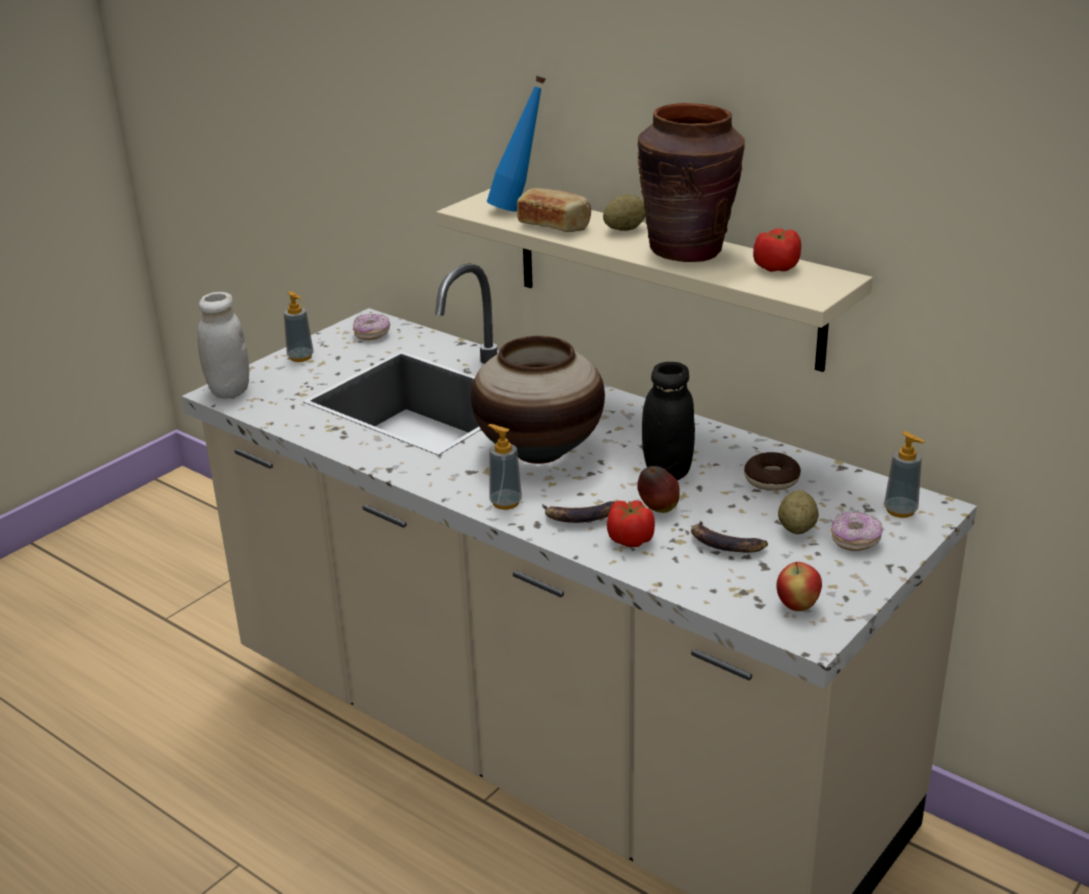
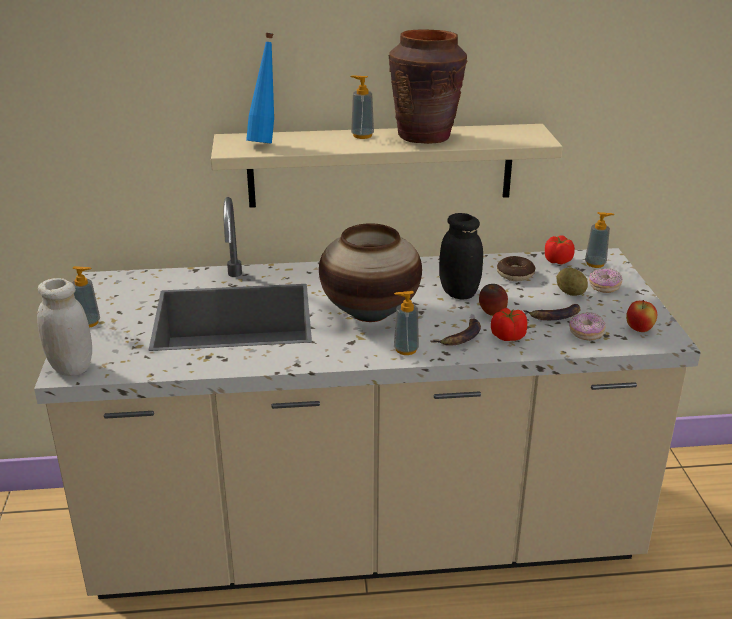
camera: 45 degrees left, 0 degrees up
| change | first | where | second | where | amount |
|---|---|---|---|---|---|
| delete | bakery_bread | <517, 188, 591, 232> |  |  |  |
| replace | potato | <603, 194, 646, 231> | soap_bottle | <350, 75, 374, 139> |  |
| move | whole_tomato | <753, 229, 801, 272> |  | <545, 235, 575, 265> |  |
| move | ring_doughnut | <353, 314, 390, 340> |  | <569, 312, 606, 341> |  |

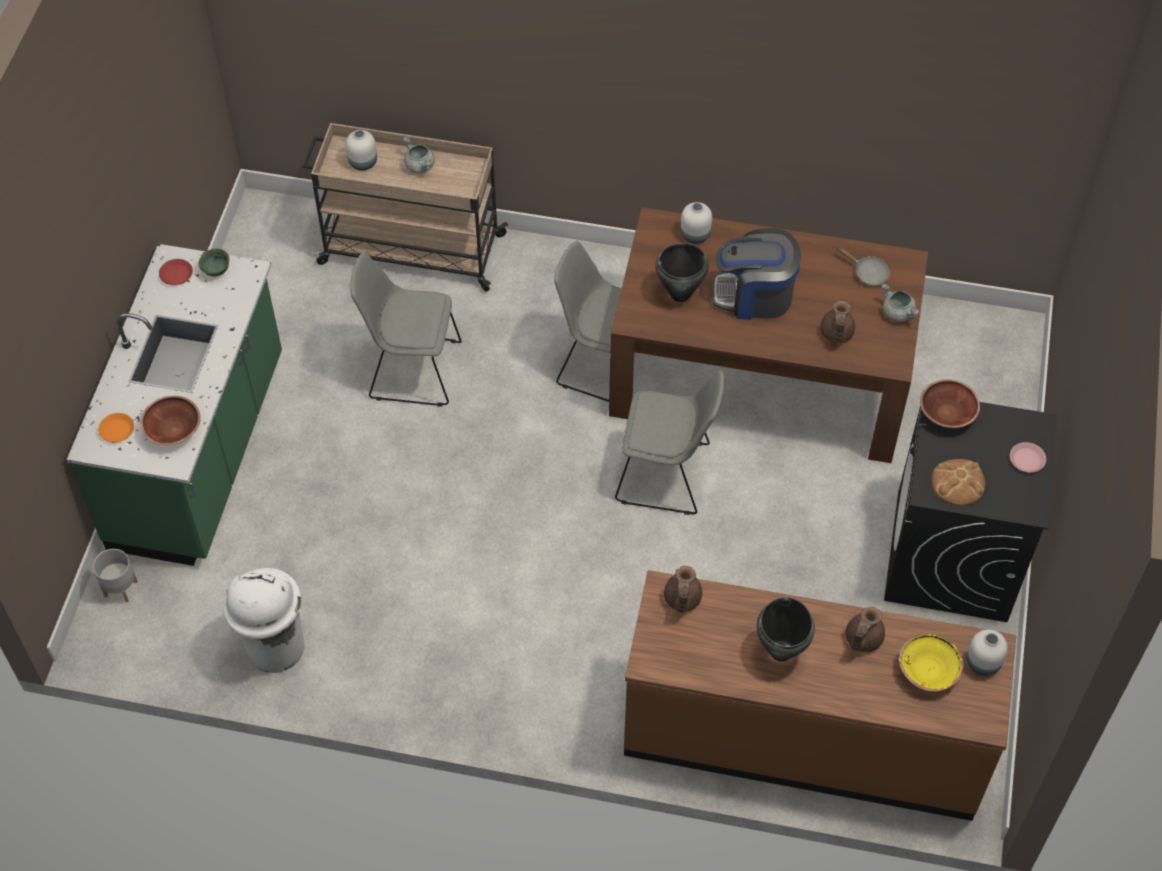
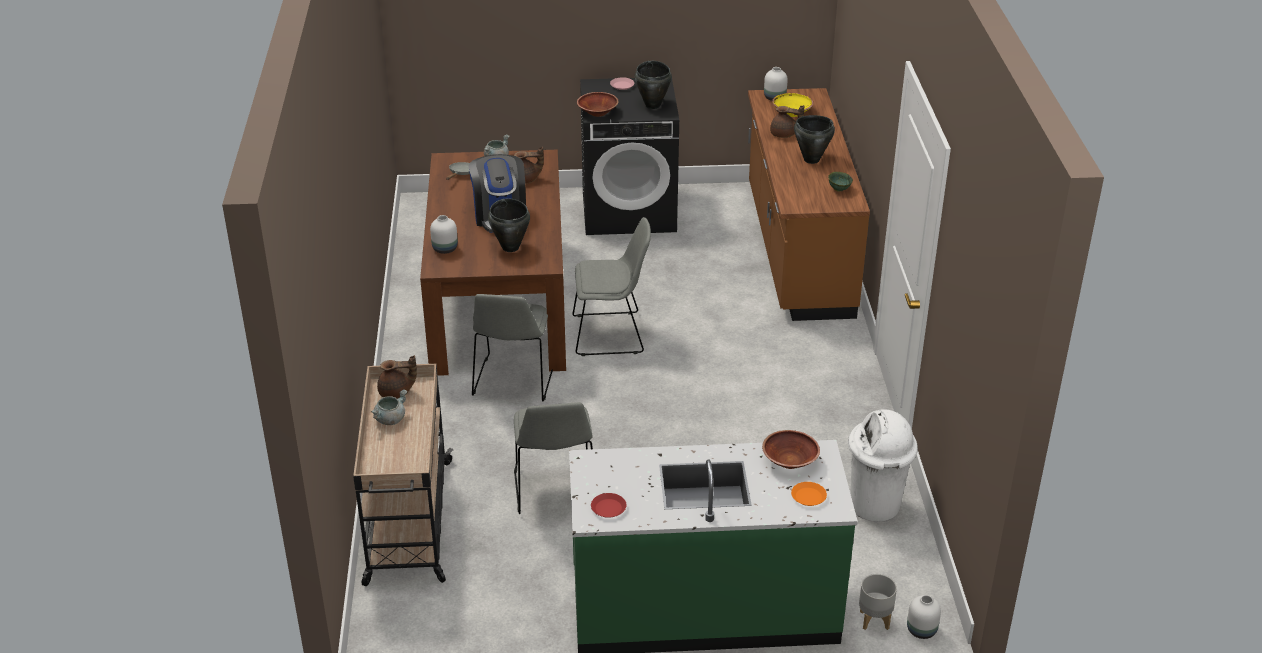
camera: 105 degrees left, 20 degrees down
| change | first | where | second | where | amount |
|---|---|---|---|---|---|
| move | white_flower_vase | <346, 130, 377, 171> |  | <907, 595, 941, 639> |  |
| move | green_serving_bowl | <199, 248, 229, 276> |  | <828, 172, 853, 192> |  |
| rotate | gray_chair | <615, 370, 724, 515> |  | <572, 217, 651, 356> | 90 degrees clockwise |
| replace | bakery_bread | <931, 459, 985, 505> | black-coloured_saucepot | <635, 61, 672, 109> |  |
| move | brownish_teapot | <664, 566, 702, 613> |  | <377, 355, 417, 399> |  |

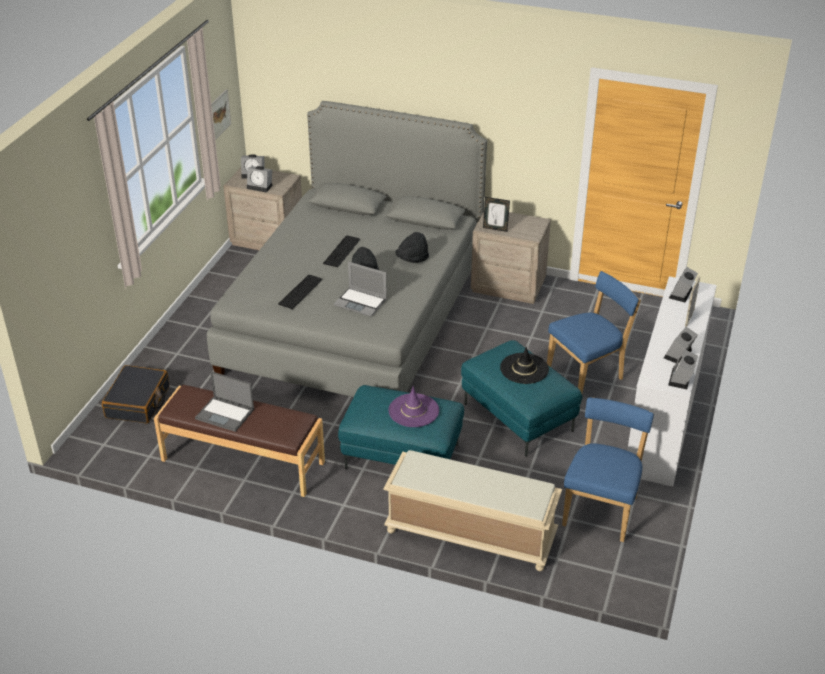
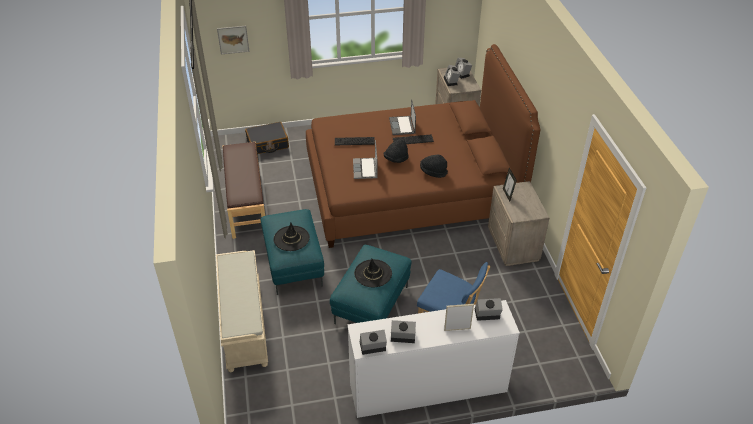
camera: 60 degrees right, 5 degrees up
| change | first | where | second | where | amount |
|---|---|---|---|---|---|
| move | picture | <211, 89, 231, 140> |  | <217, 26, 250, 54> |  |
| recolor | gray_bedroom_bed | <207, 101, 487, 397> | brownish_bedroom_bed | <306, 44, 540, 248> |  |
| move | notebook_computer | <195, 371, 254, 432> |  | <389, 99, 416, 135> |  |
| recolor | purple-coloured_wearable_hat | <389, 386, 439, 427> | black-coloured_wearable_hat | <273, 222, 310, 251> |  |
| delete | blue_chair | <562, 397, 654, 542> |  |  |  |

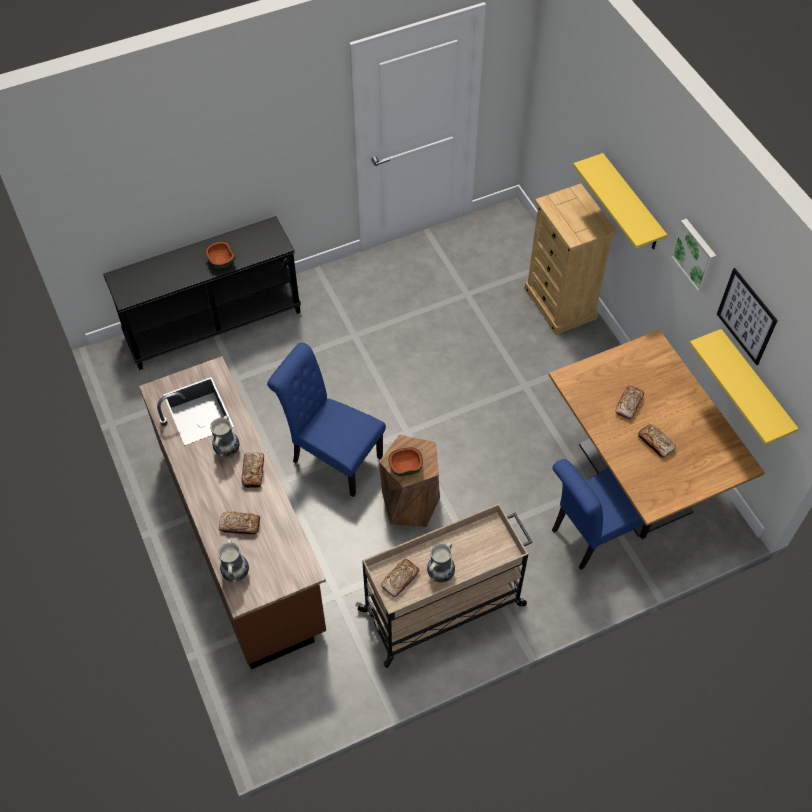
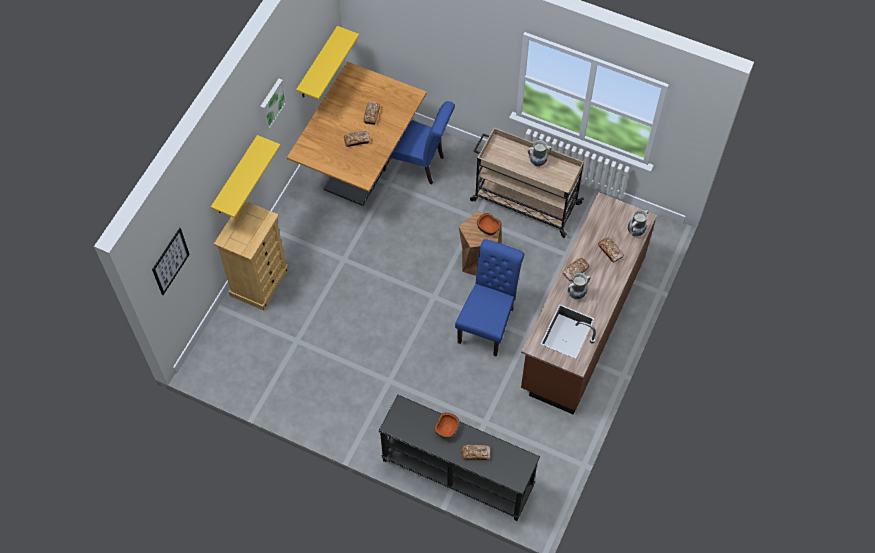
camera: 130 degrees left, 5 degrees up
| change | first | where | second | where | amount |
|---|---|---|---|---|---|
| move | picture | <717, 268, 778, 365> |  | <152, 228, 190, 295> |  |
| rotate | blue_chair | <267, 343, 386, 497> |  | <455, 239, 524, 357> | 150 degrees counterclockwise |
| move | bakery_bread | <381, 559, 419, 597> |  | <462, 445, 490, 460> |  |

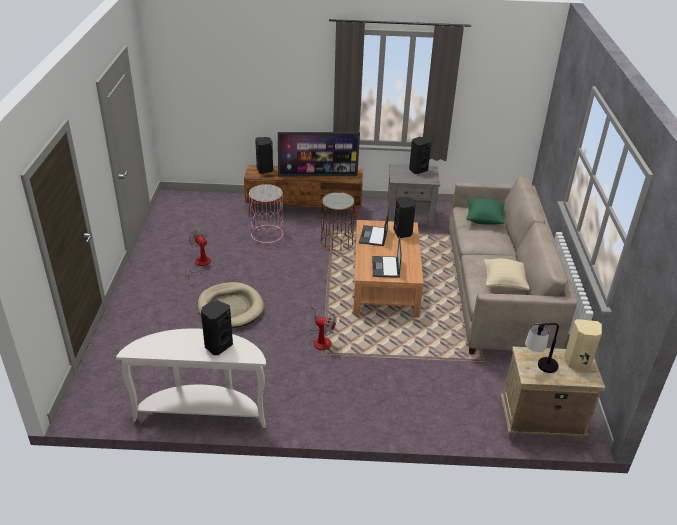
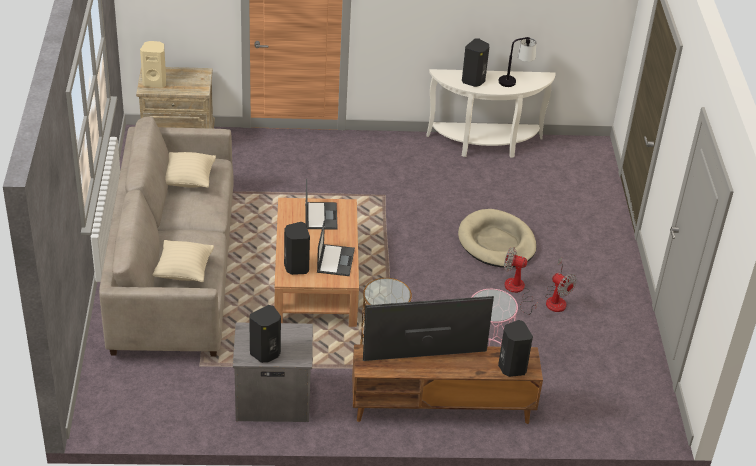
camera: 175 degrees right, 5 degrees up
| change | first | where | second | where | amount |
|---|---|---|---|---|---|
| recolor | green_cushion | <466, 198, 505, 225> | beige-coloured_cushion | <152, 240, 214, 282> |  |
| move | electric_fan | <309, 304, 336, 350> |  | <504, 247, 538, 315> |  |
| move | table_lamp | <525, 323, 559, 373> |  | <498, 37, 536, 87> |  |

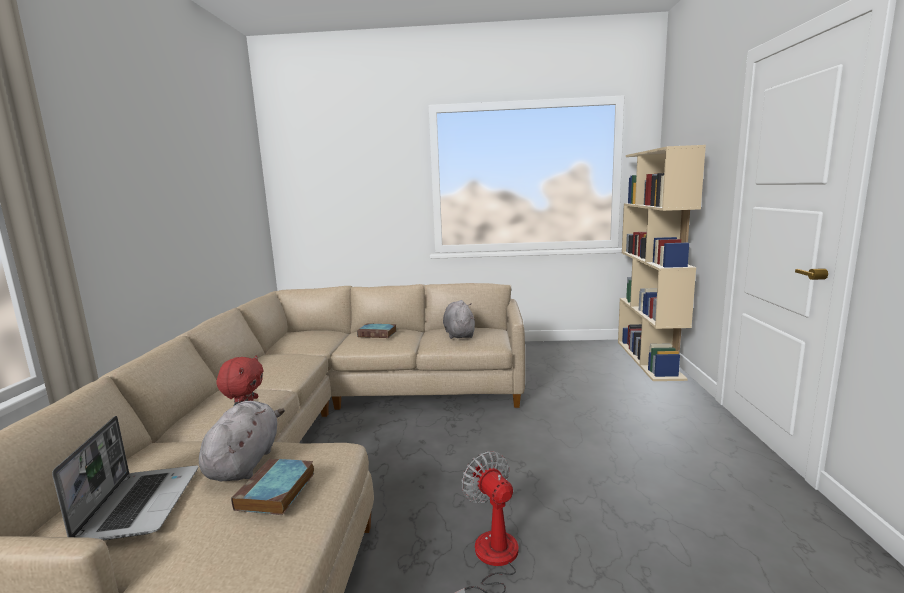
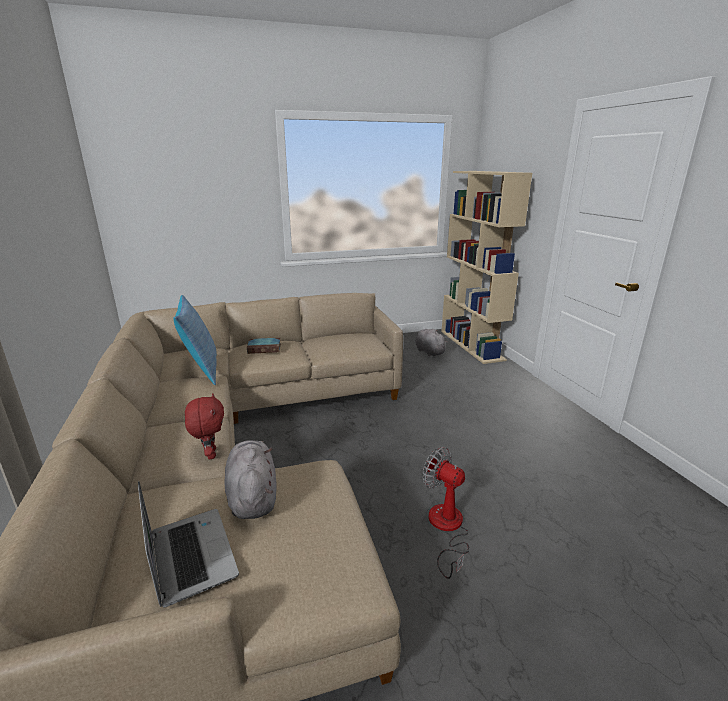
camera: 20 degrees left, 10 degrees up
| change | first | where | second | where | amount |
|---|---|---|---|---|---|
| move | gray_soft_toy | <443, 300, 475, 339> |  | <415, 329, 448, 356> |  |
| delete | book | <231, 458, 315, 515> |  |  |  |
| insert |  |  | cushion | <173, 295, 217, 385> |  |

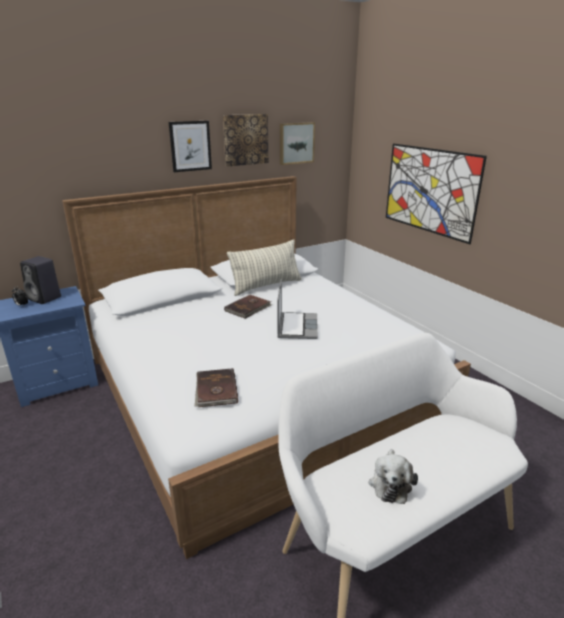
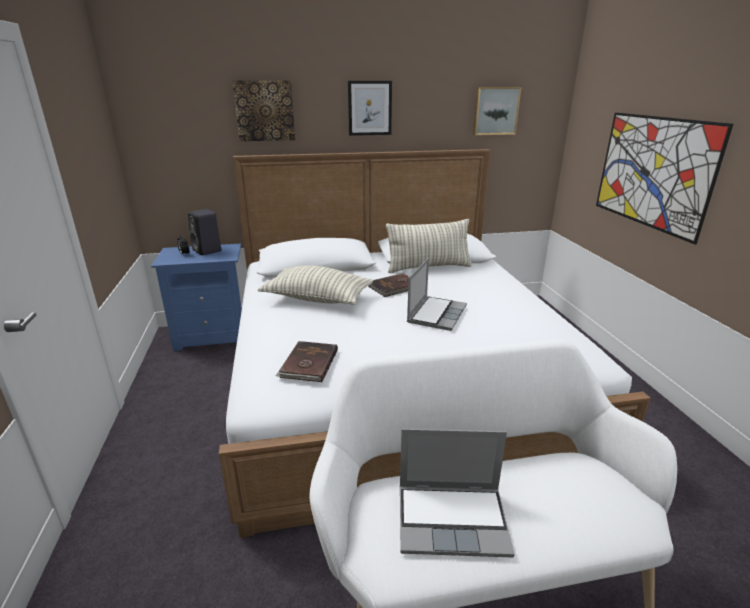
camera: 20 degrees right, 0 degrees up
| change | first | where | second | where | amount |
|---|---|---|---|---|---|
| move | picture | <223, 114, 268, 166> |  | <233, 80, 295, 141> |  |
| replace | soft_toy | <369, 449, 418, 504> | notebook_computer | <400, 429, 515, 558> |  |
| insert |  |  | cushion | <258, 265, 373, 305> |  |

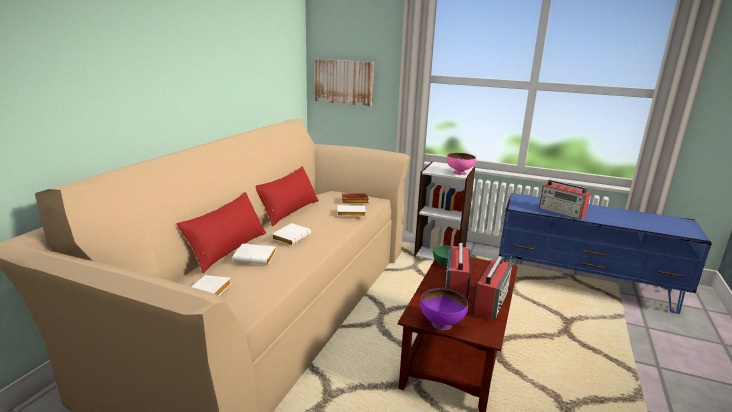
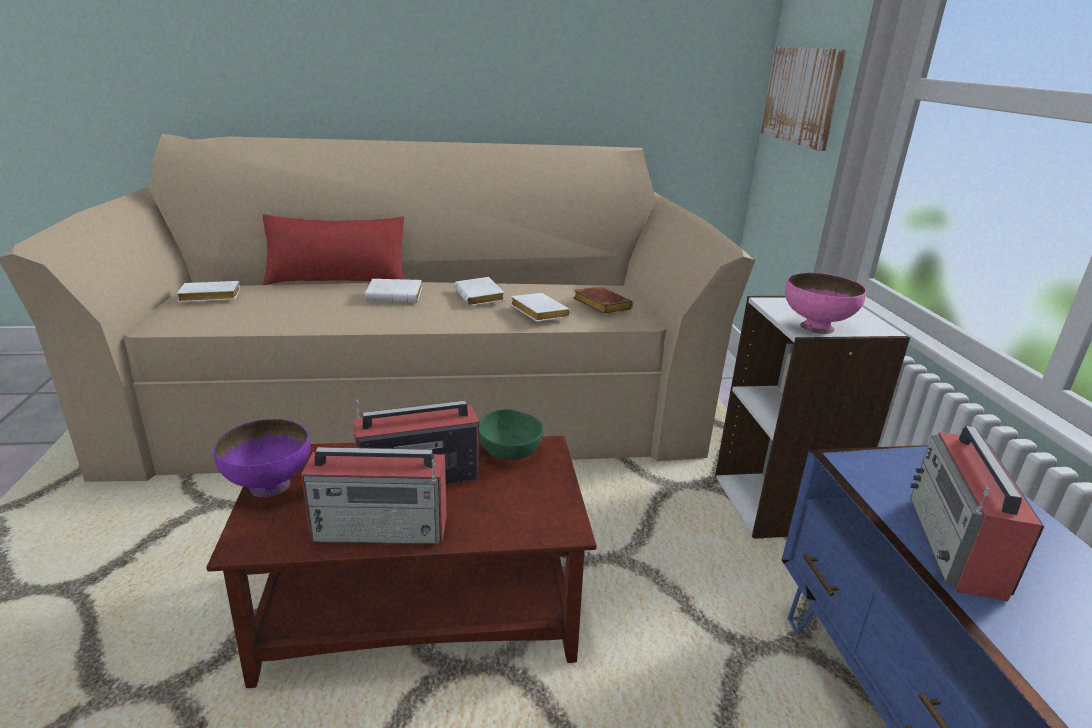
camera: 60 degrees right, 5 degrees up
| change | first | where | second | where | amount |
|---|---|---|---|---|---|
| delete | red-coloured_cushion | <256, 166, 319, 226> |  |  |  |
| move | white_book | <232, 244, 276, 265> |  | <454, 277, 505, 306> |  |

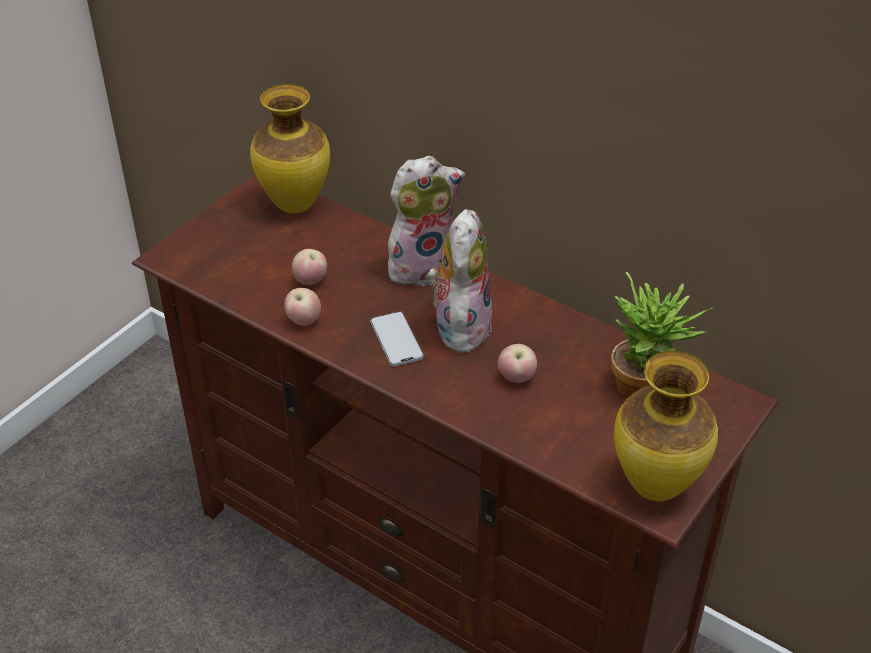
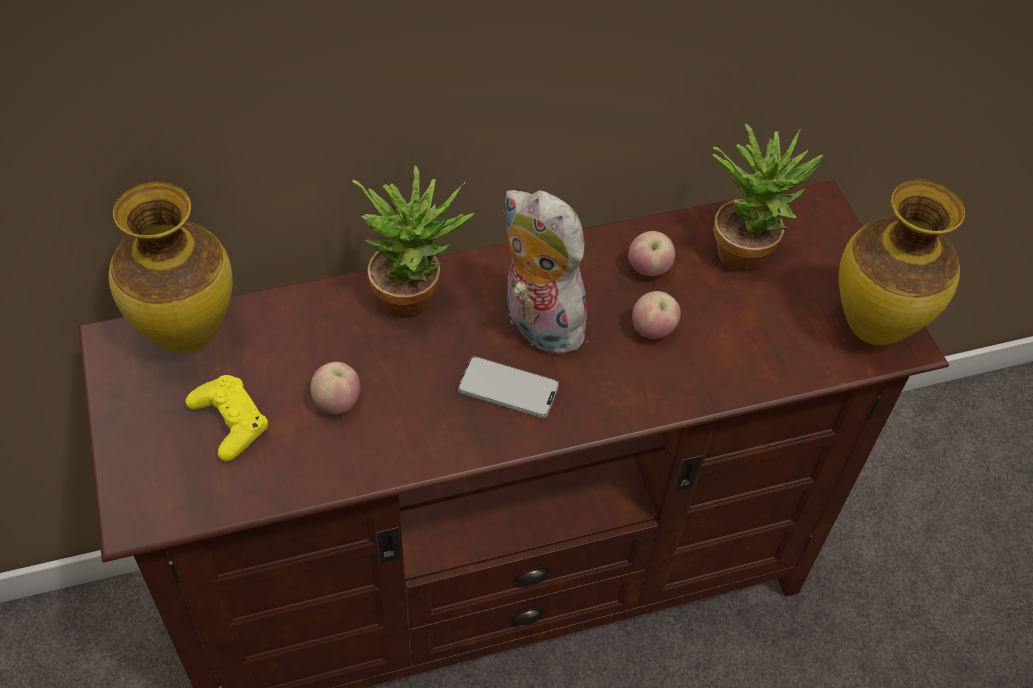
camera: 55 degrees left, 10 degrees up
| change | first | where | second | where | amount |
|---|---|---|---|---|---|
| replace | soft_toy | <388, 156, 465, 286> | potted_plant | <352, 165, 475, 318> |  |
| move | apple | <284, 288, 321, 326> |  | <628, 231, 675, 276> |  |
| insert |  |  | yellow-coloured_game_controller | <186, 375, 268, 461> |  |

